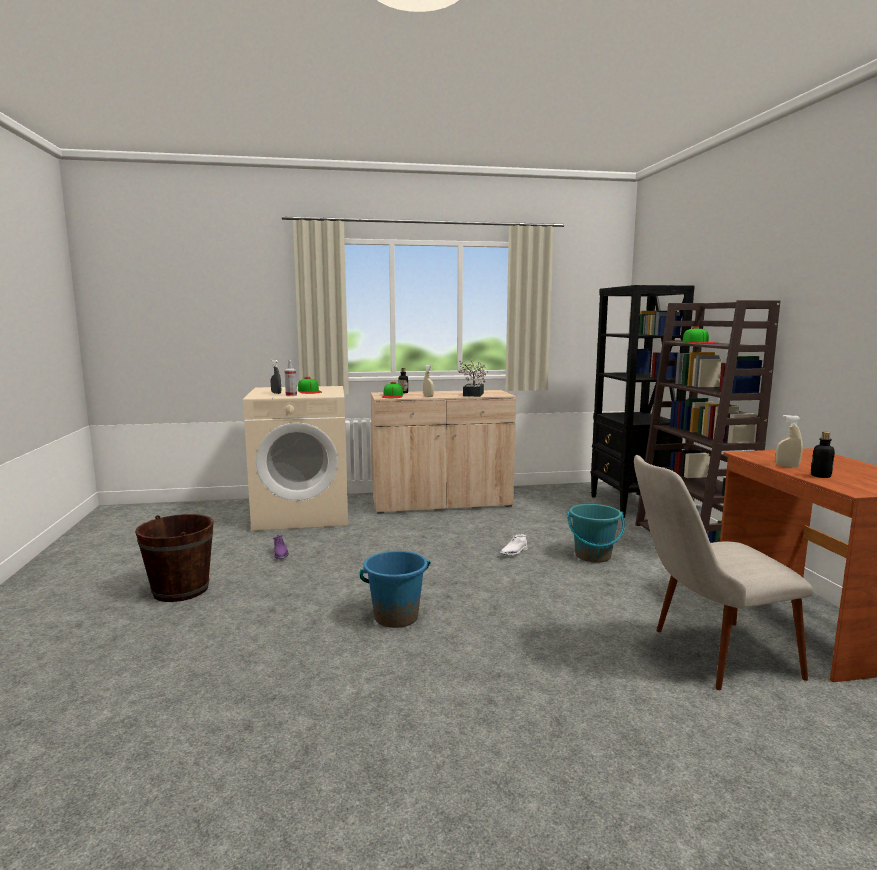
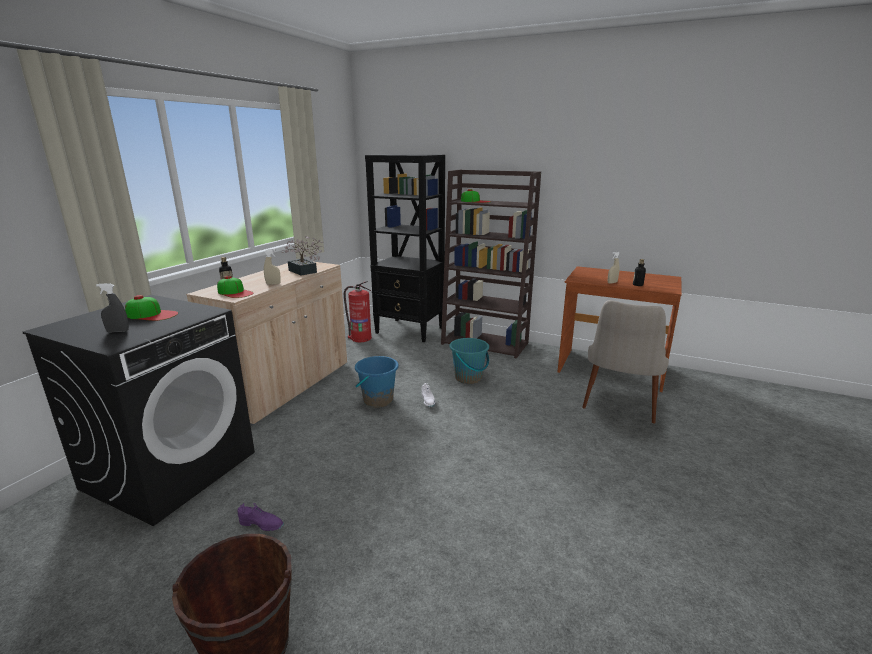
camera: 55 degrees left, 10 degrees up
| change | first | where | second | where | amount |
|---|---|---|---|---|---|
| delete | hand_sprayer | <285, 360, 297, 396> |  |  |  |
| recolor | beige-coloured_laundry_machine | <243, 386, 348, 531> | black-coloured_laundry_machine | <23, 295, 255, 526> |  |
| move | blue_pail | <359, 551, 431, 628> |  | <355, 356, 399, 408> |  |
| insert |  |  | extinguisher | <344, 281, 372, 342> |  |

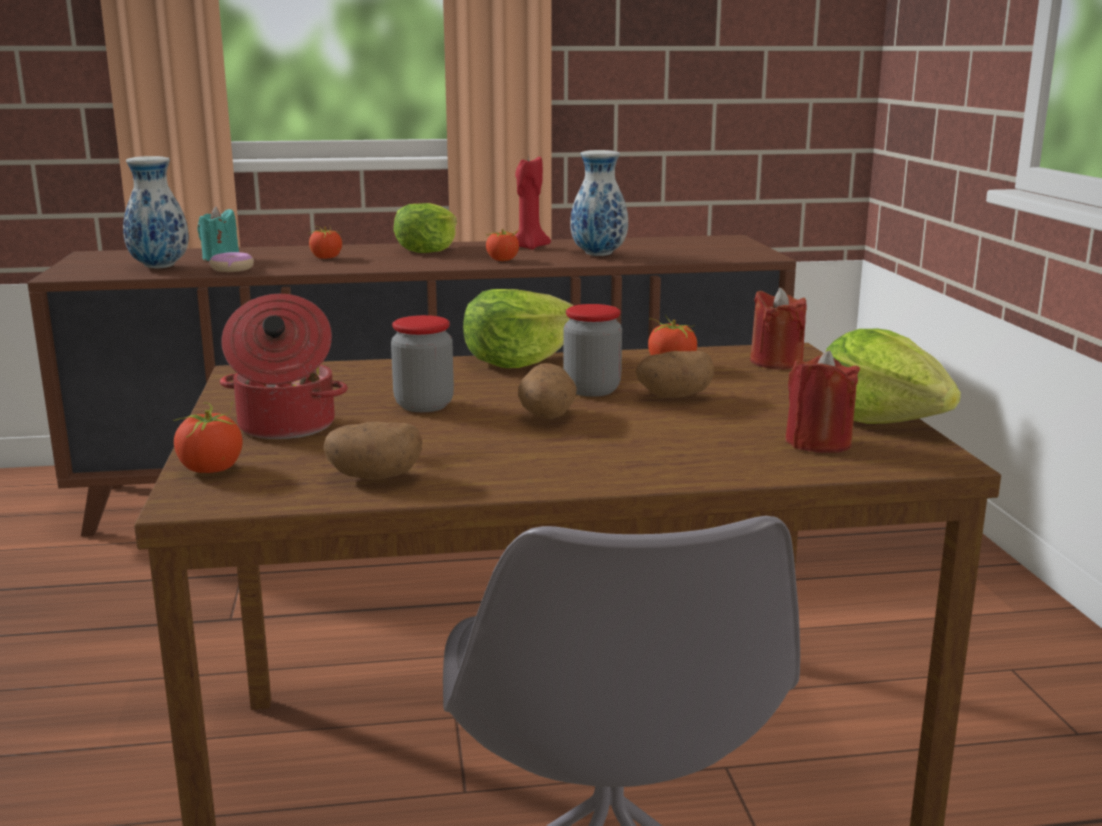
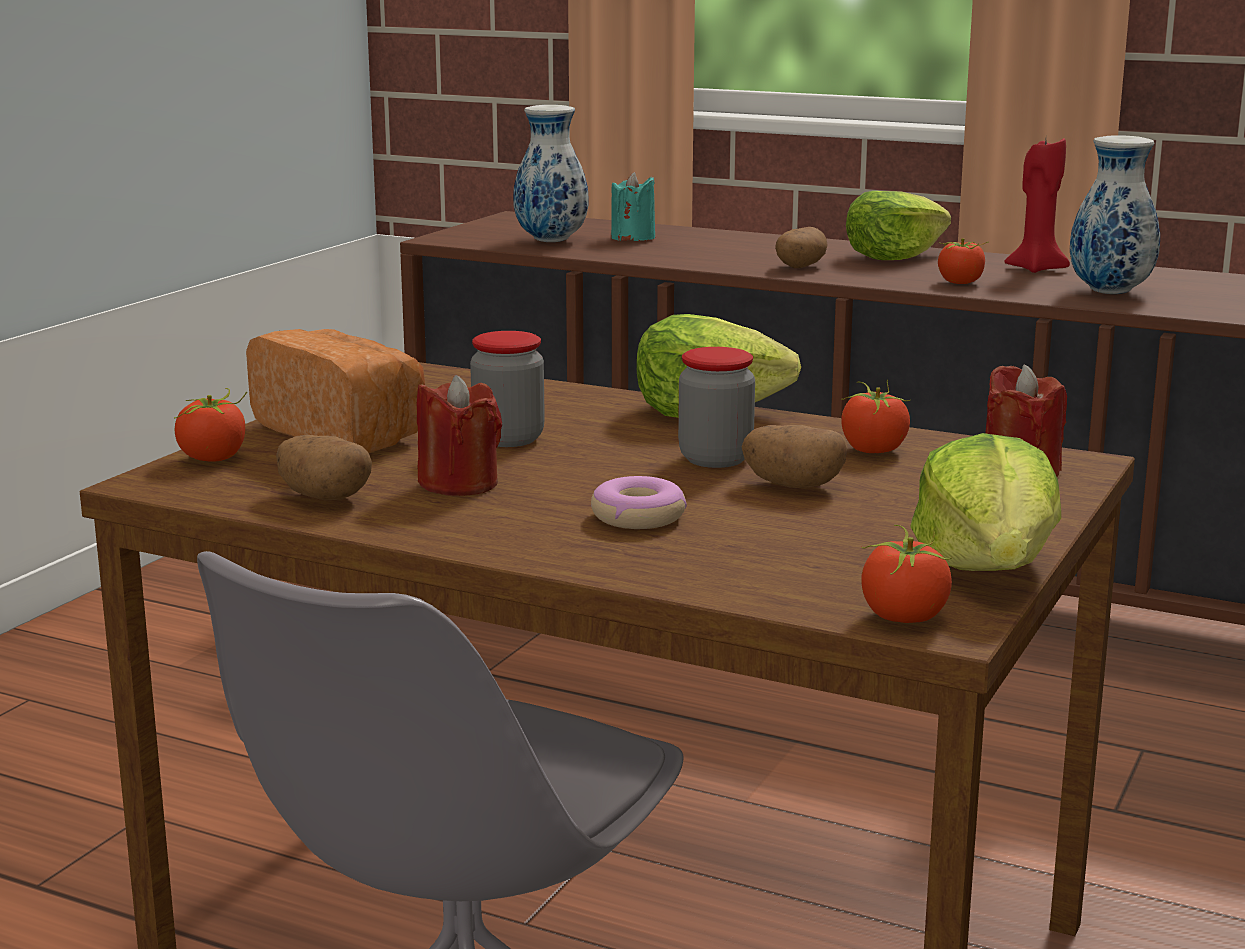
camera: 35 degrees right, 0 degrees up
| change | first | where | second | where | amount |
|---|---|---|---|---|---|
| move | whole_tomato | <309, 226, 342, 259> |  | <861, 525, 952, 623> |  |
| move | ring_doughnut | <209, 252, 254, 272> |  | <591, 476, 687, 529> |  |
| replace | saucepot | <220, 294, 348, 439> | bakery_bread | <246, 329, 425, 453> |  |
| move | red-coloured_wax_light | <785, 350, 860, 453> |  | <417, 375, 502, 496> |  |
| move | potato | <518, 363, 577, 420> |  | <775, 227, 827, 268> |  |

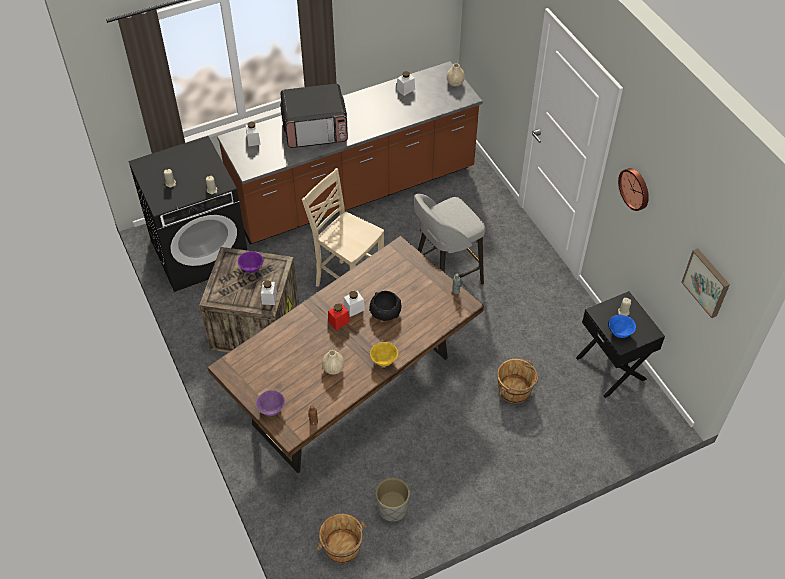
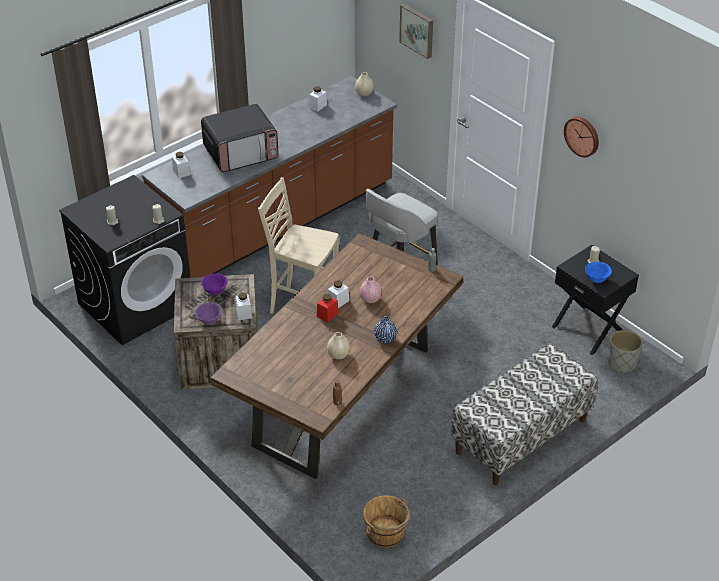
camera: 15 degrees left, 10 degrees down
| change | first | where | second | where | amount |
|---|---|---|---|---|---|
| move | picture | <681, 248, 730, 318> |  | <399, 4, 433, 59> |  |
| replace | black-coloured_serving_bowl | <369, 291, 401, 321> | pink-coloured_flower_vase | <360, 276, 382, 303> |  |
| replace | yellow-coloured_serving_bowl | <370, 342, 398, 366> | blue_flower_vase | <374, 316, 397, 343> |  |
| delete | brownish_pail | <497, 359, 538, 404> |  |  |  |
| move | purple-coloured_serving_bowl | <256, 390, 285, 416> |  | <195, 302, 222, 325> |  |
| move | gray_plant_pot | <376, 478, 410, 522> |  | <608, 330, 642, 373> |  |
| insert |  |  | bench | <451, 344, 597, 485> |  |

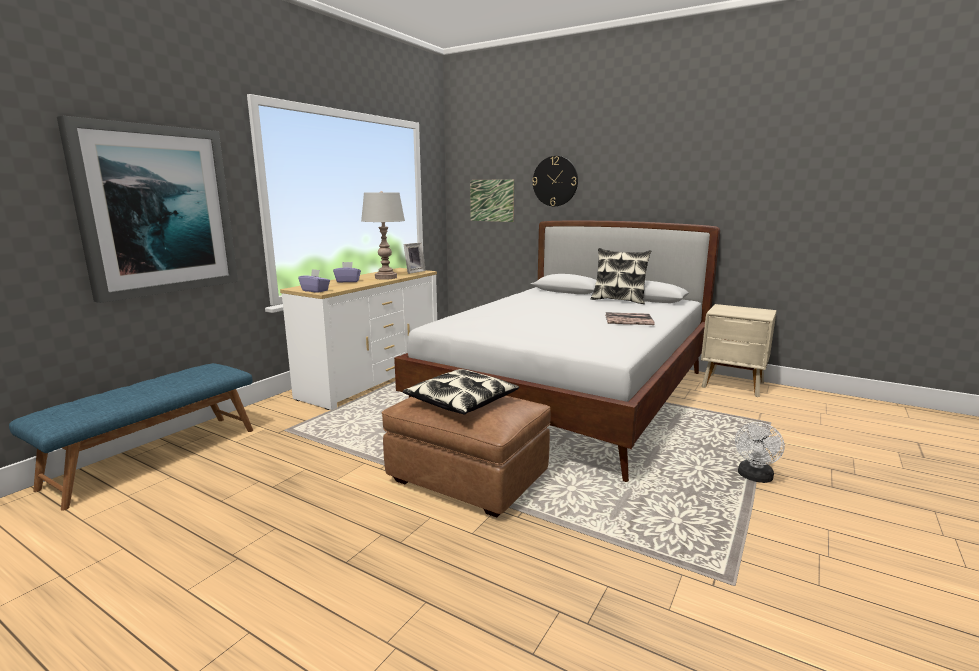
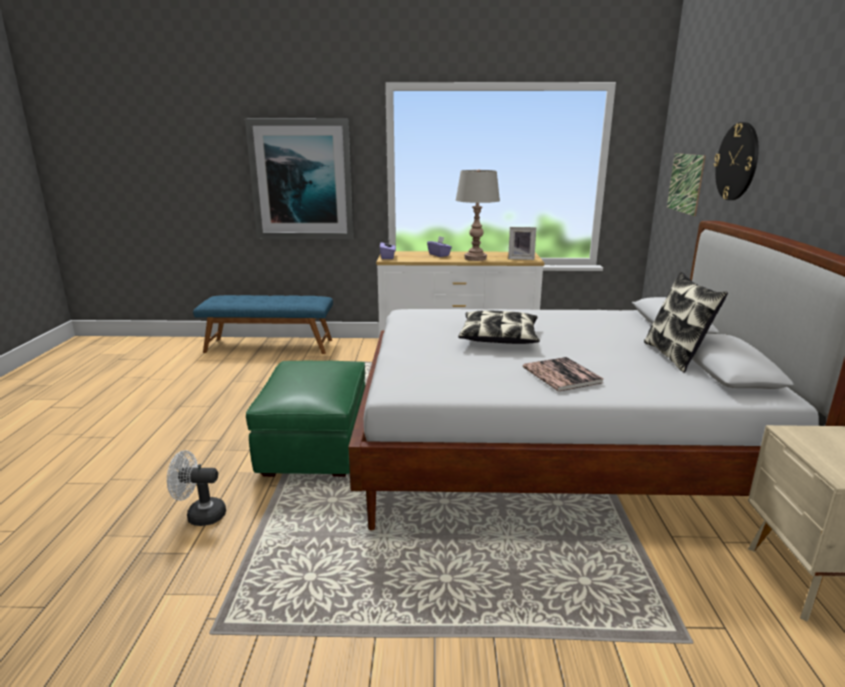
camera: 60 degrees right, 5 degrees up
| change | first | where | second | where | amount |
|---|---|---|---|---|---|
| move | cushion | <403, 369, 519, 414> |  | <458, 311, 540, 344> |  |
| recolor | brownish_ottoman | <382, 396, 551, 518> | green_ottoman | <246, 361, 365, 477> |  |
| move | white_electric_fan | <735, 422, 785, 483> |  | <167, 450, 226, 526> |  |

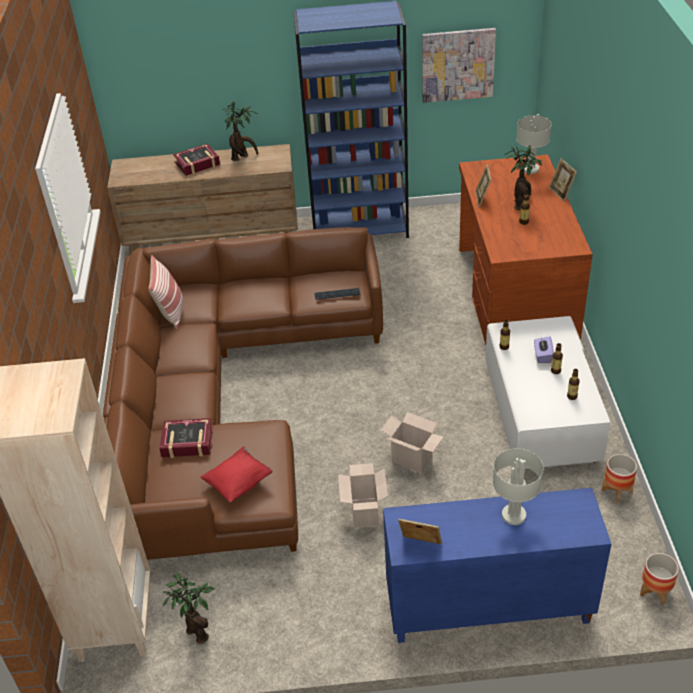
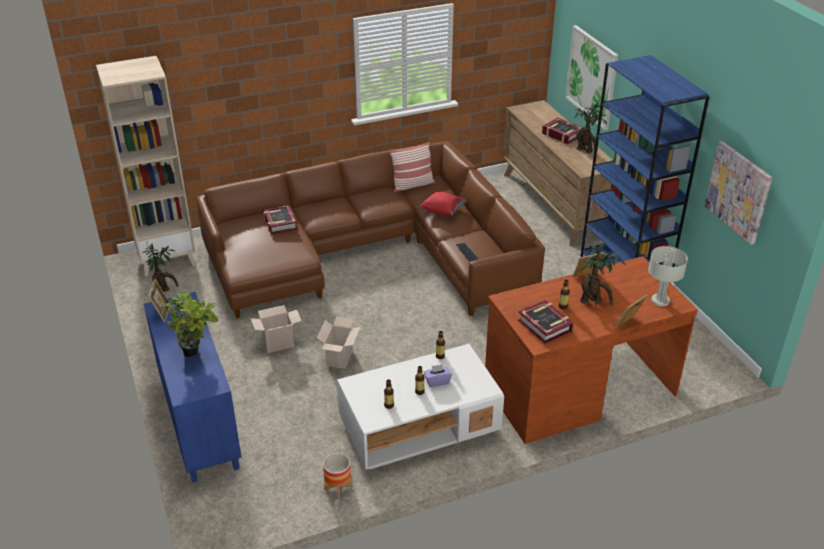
camera: 70 degrees right, 5 degrees down
| change | first | where | second | where | amount |
|---|---|---|---|---|---|
| move | red-coloured_cushion | <200, 447, 273, 502> |  | <420, 191, 466, 216> |  |
| replace | gray_table_lamp | <493, 448, 543, 525> | potted_plant | <165, 293, 218, 358> |  |
| delete | plant_pot | <640, 553, 679, 605> |  |  |  |
| insert |  |  | picture | <565, 25, 618, 130> |  |
| insert |  |  | book | <518, 300, 573, 344> |  |

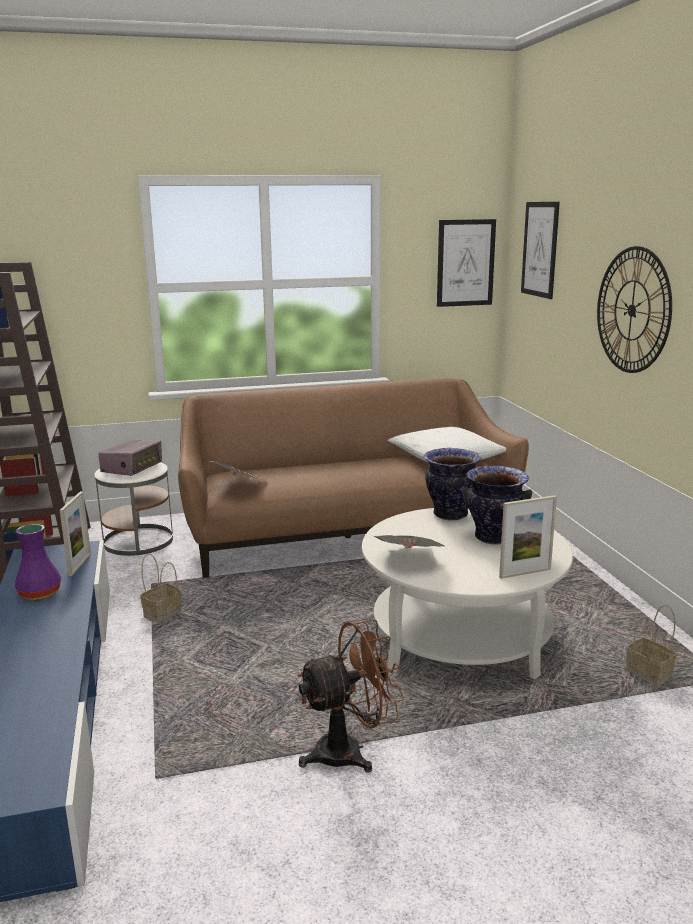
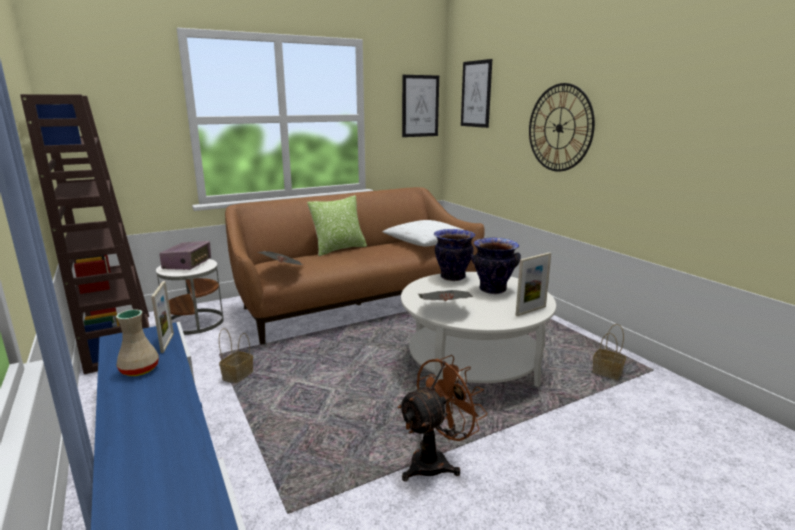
camera: 15 degrees left, 0 degrees up
| change | first | where | second | where | amount |
|---|---|---|---|---|---|
| recolor | purple-coloured_flower_vase | <15, 524, 61, 600> | beige-coloured_flower_vase | <116, 309, 159, 376> |  |
| insert |  |  | cushion | <307, 195, 367, 256> |  |

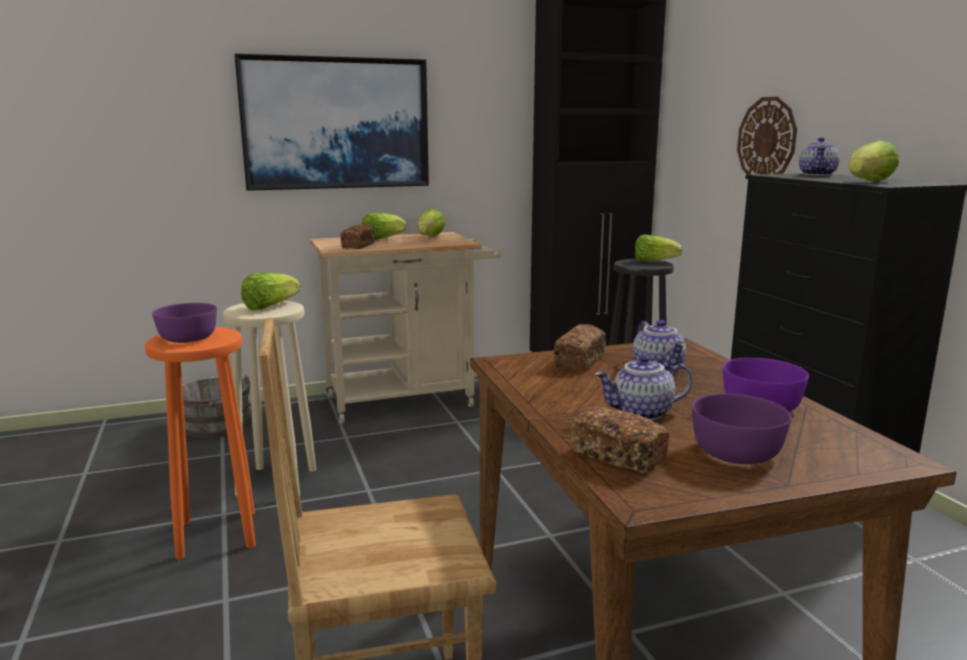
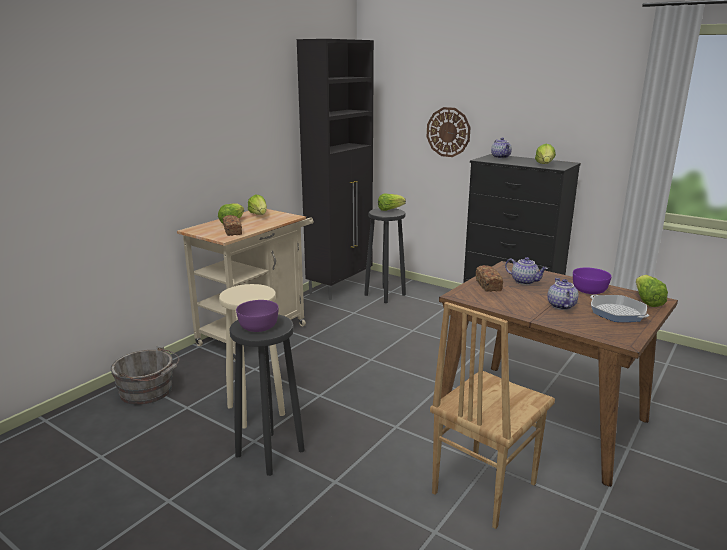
camera: 35 degrees left, 5 degrees up
| change | first | where | second | where | amount |
|---|---|---|---|---|---|
| delete | picture | <234, 54, 429, 191> |  |  |  |
| move | lettuce_head | <241, 273, 301, 310> |  | <636, 275, 668, 307> |  |
| recolor | orangey_stool | <145, 327, 256, 559> | black-coloured_stool | <229, 314, 305, 476> |  |
| rotate | teapot | <595, 355, 692, 421> |  | <547, 278, 578, 310> | 135 degrees clockwise |
| replace | purple-coloured_serving_bowl | <692, 394, 791, 464> | frying_pan | <590, 295, 649, 322> |  |
| delete | bakery_bread | <570, 405, 669, 473> |  |  |  |

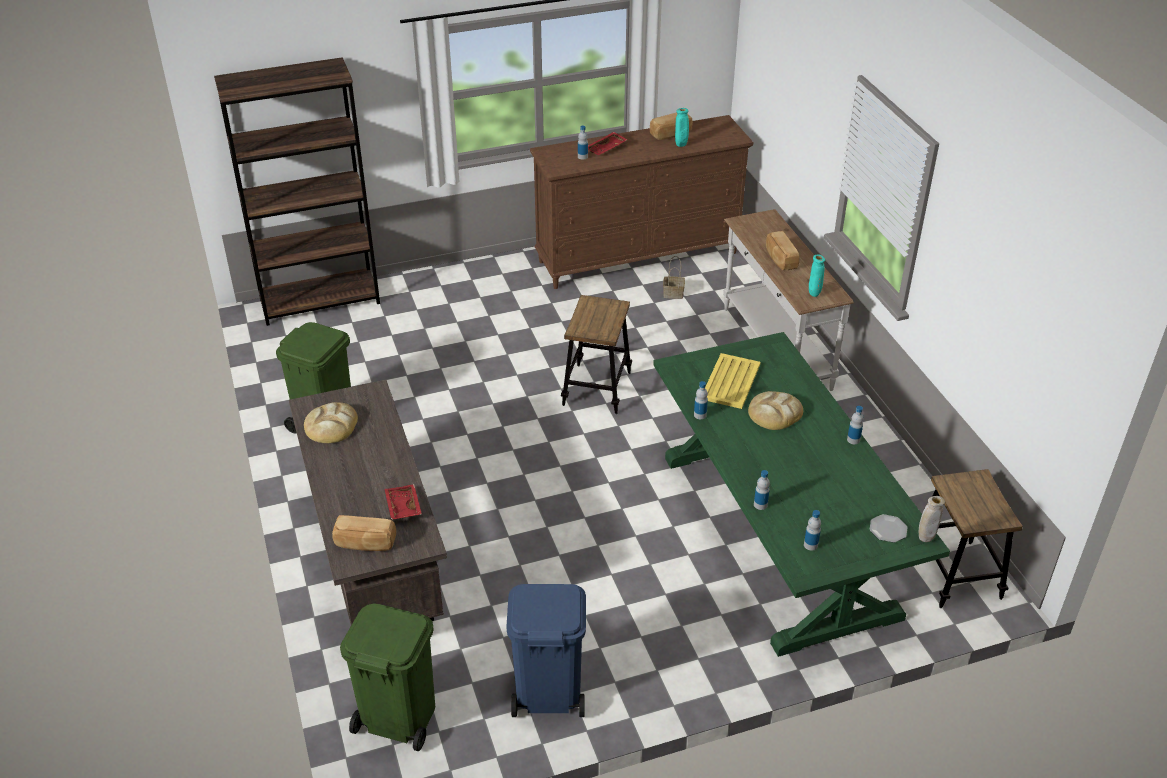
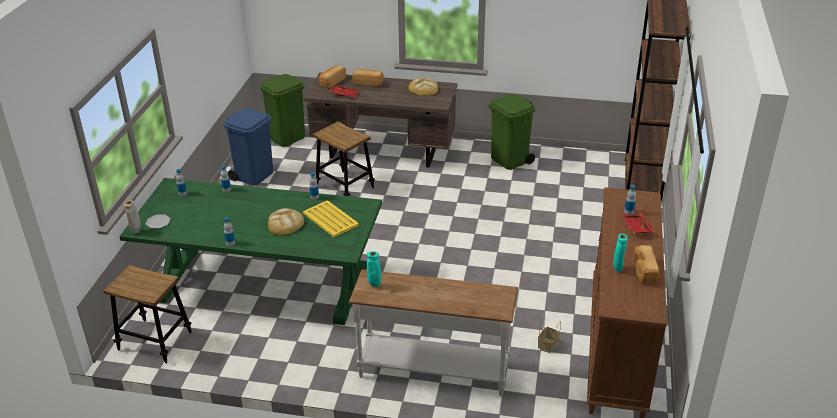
camera: 120 degrees right, 5 degrees down
| change | first | where | second | where | amount |
|---|---|---|---|---|---|
| move | bakery_bread | <766, 231, 799, 270> |  | <352, 69, 384, 87> |  |
| move | stool | <561, 295, 632, 414> |  | <313, 121, 375, 196> |  |

